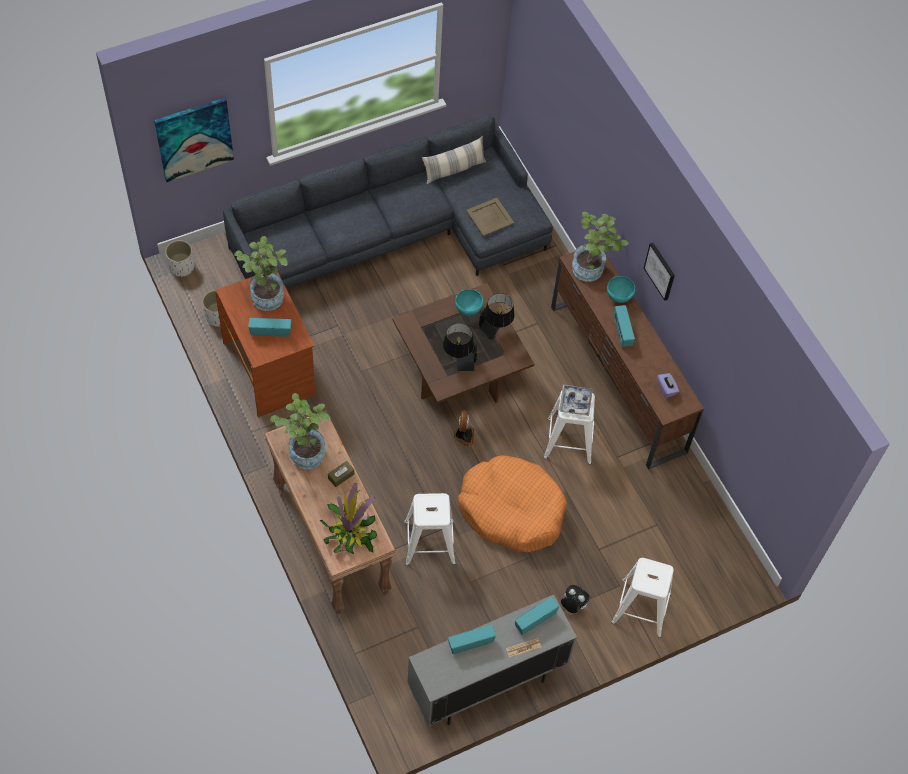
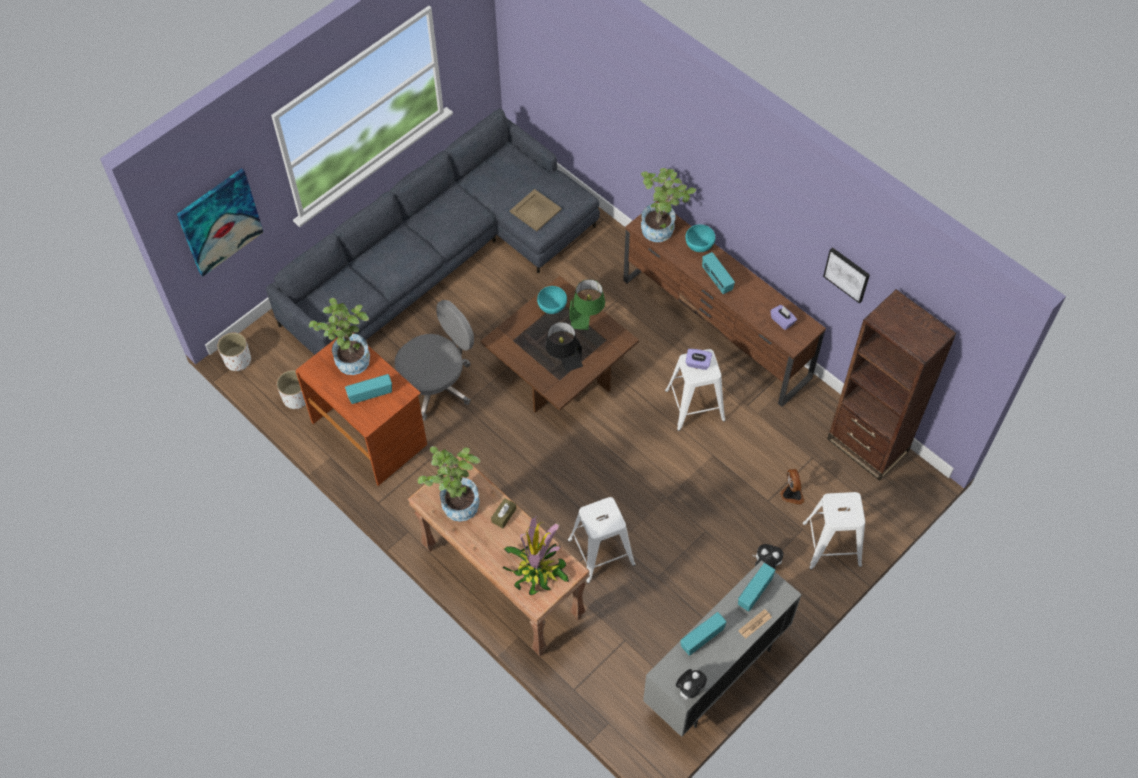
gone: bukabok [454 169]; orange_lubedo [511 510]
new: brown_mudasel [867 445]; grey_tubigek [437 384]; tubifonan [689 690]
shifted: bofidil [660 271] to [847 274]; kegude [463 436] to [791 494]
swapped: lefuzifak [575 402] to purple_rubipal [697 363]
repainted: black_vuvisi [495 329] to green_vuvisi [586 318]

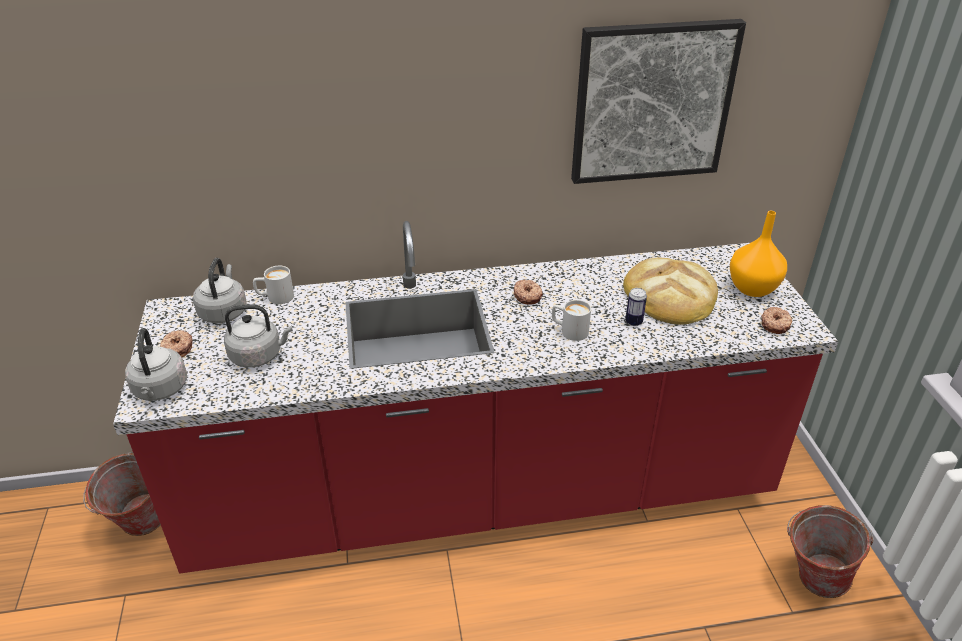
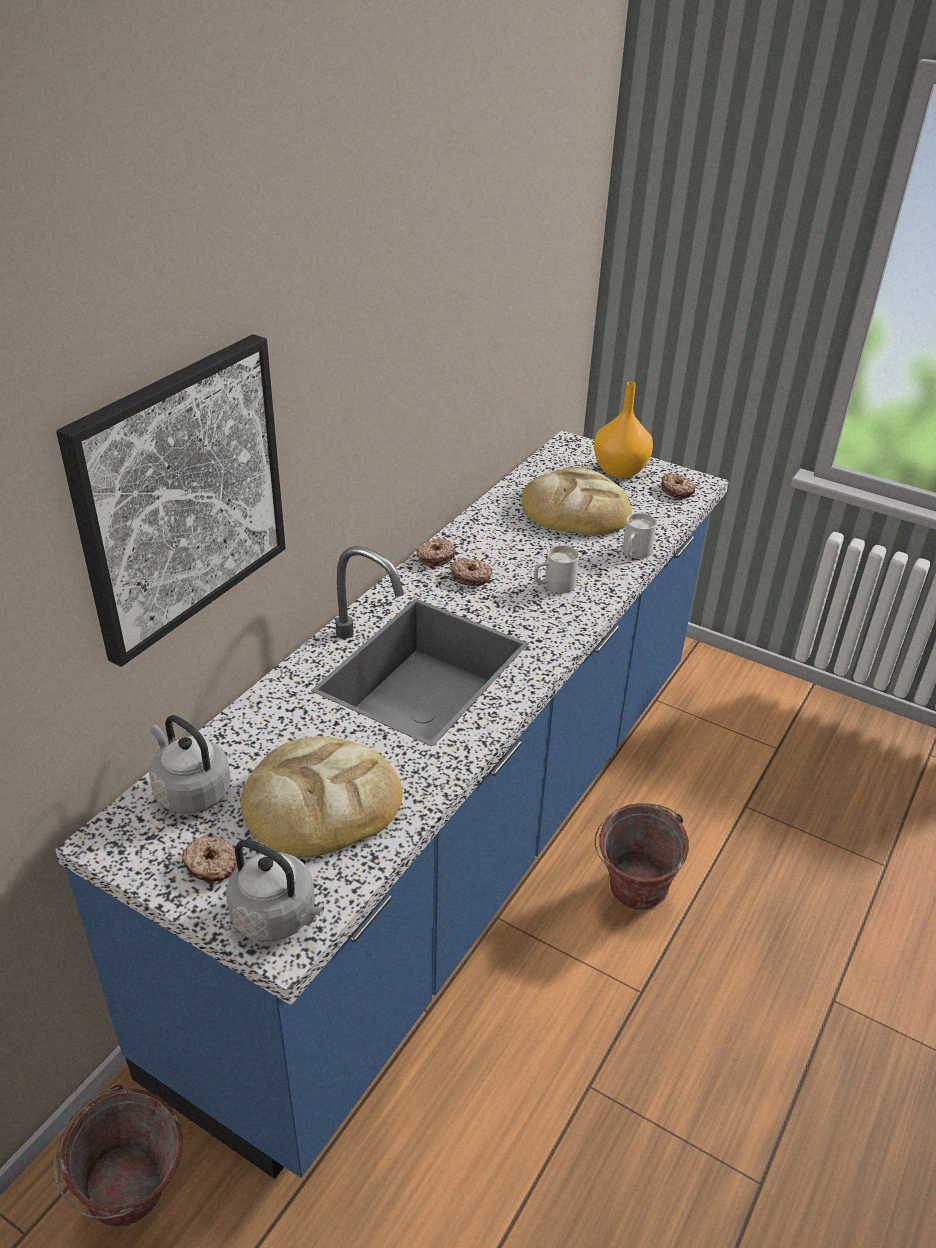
gone: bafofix [633 322]
new: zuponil [435 557]
shifted: bofidil [652 102] to [180 495]; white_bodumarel [275 297] to [634 554]; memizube [810 579] to [630 897]
swapped: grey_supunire [259 356] to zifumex [320 802]
repainted: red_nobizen [481 495] to blue_nobizen [459 846]

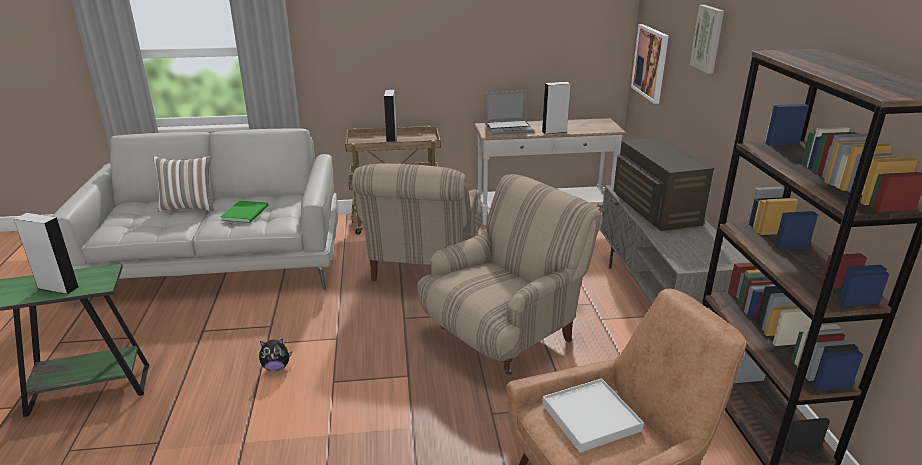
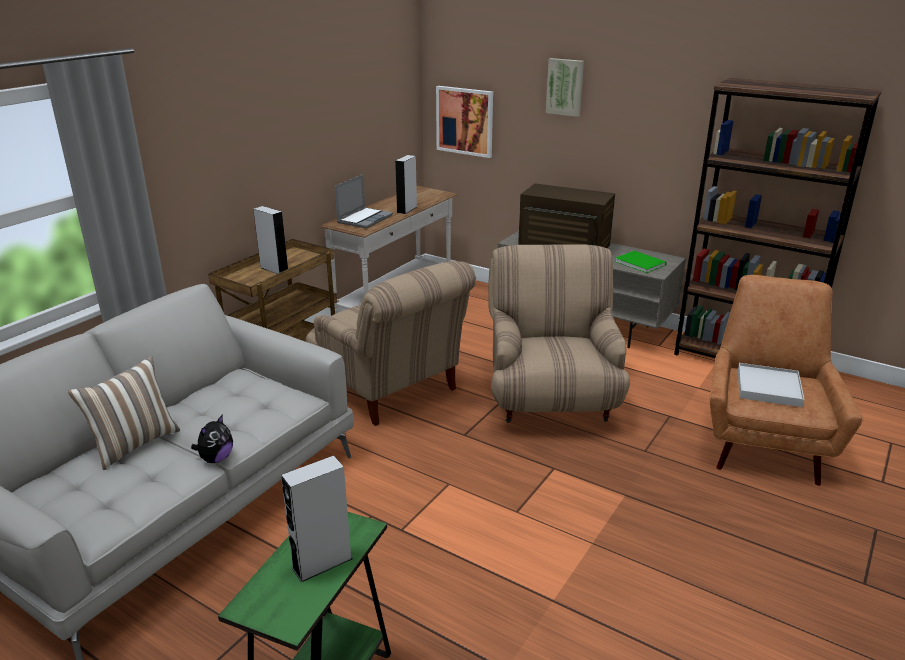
shifted: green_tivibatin [247 212] to [639 262]; tubifonan [276 367] to [216 459]

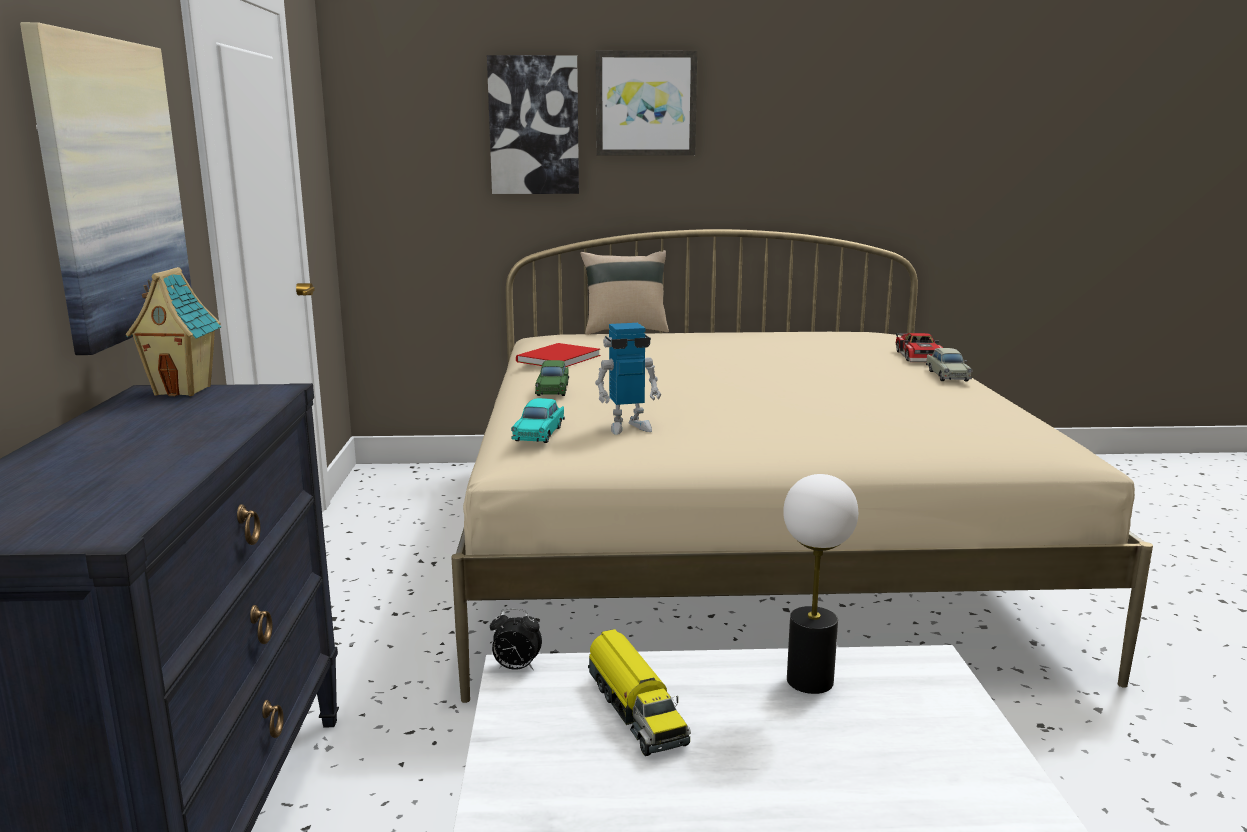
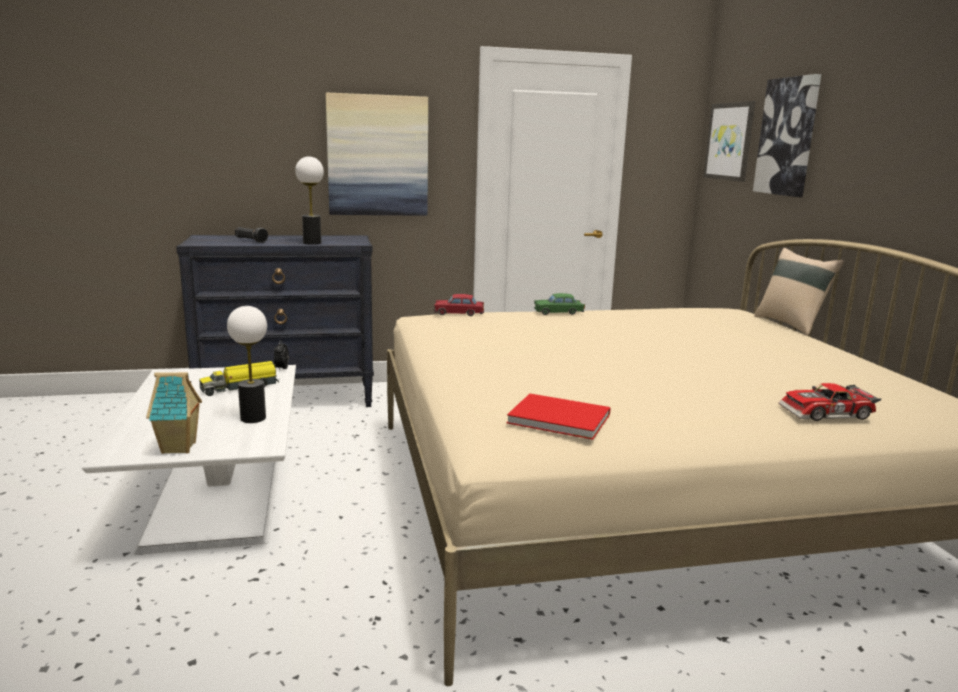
gone: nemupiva [628 427]; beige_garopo [947 375]
new: vuvisi [312 243]; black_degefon [251 241]
shifted: bofidil [645 103] to [730 141]; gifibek [184 390] to [179 448]; red_tivibatin [555 359] to [557 417]
repainted: turquoise_garopo [539 433] to red_garopo [459 313]

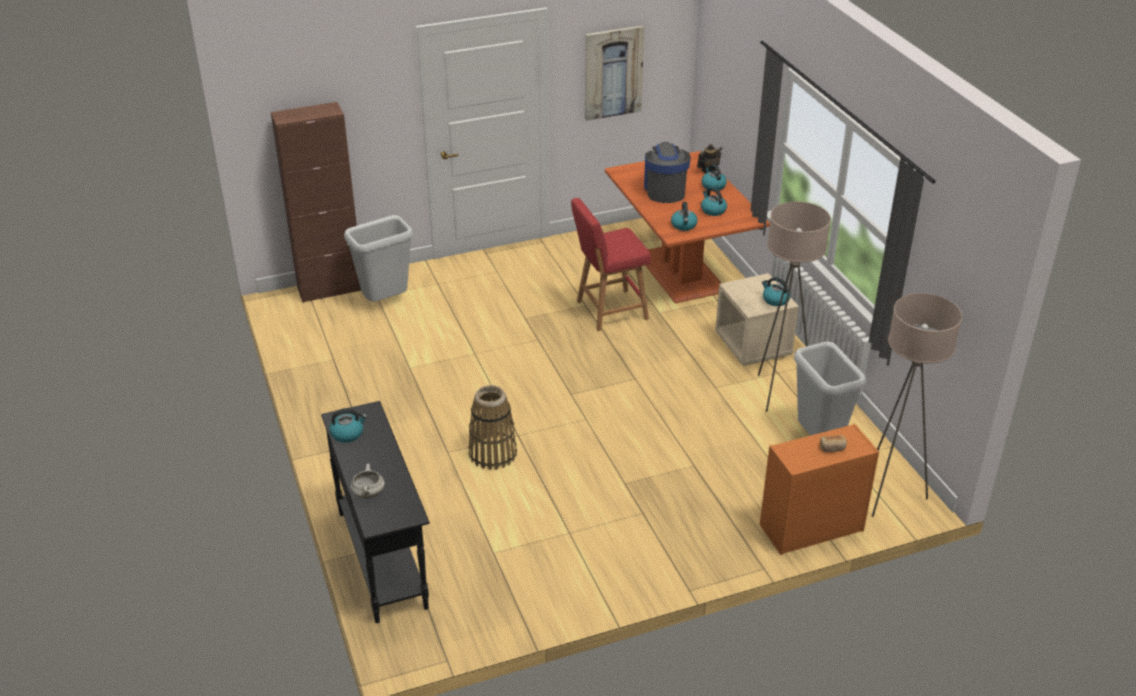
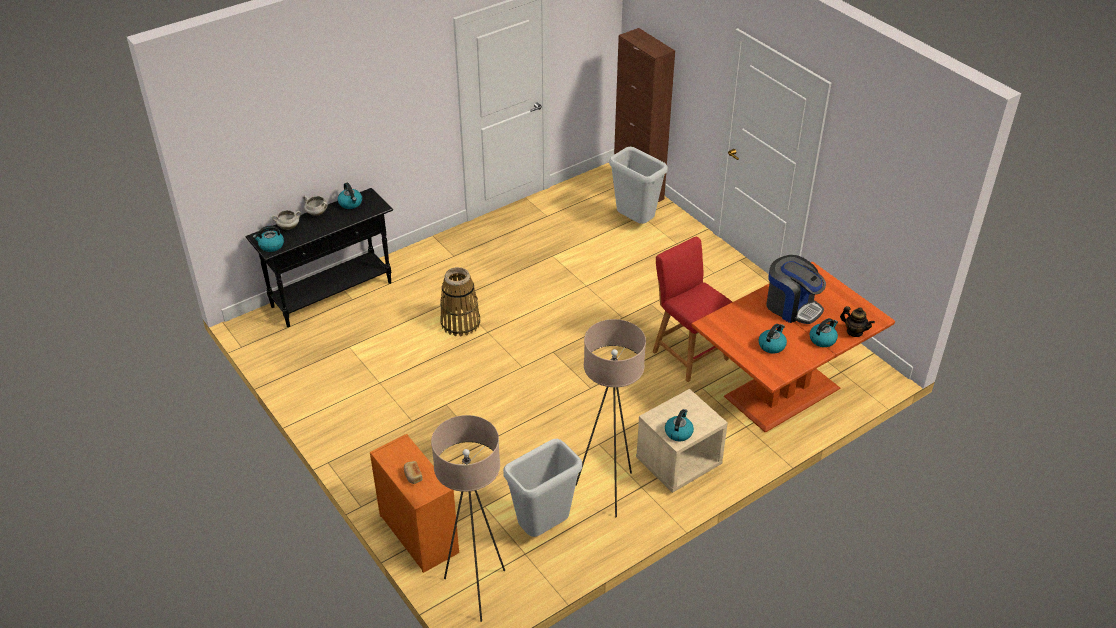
gone: bofidil [613 72]
new: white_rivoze [316 213]
shifted: supunire [684 225] to [271 246]
rotated: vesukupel [665 190] = [792 307] 60 degrees clockwise

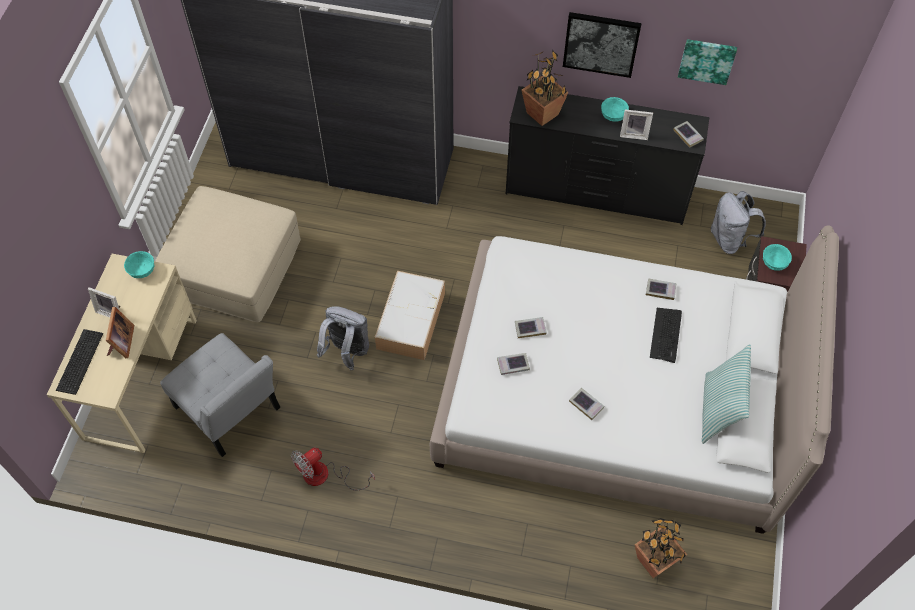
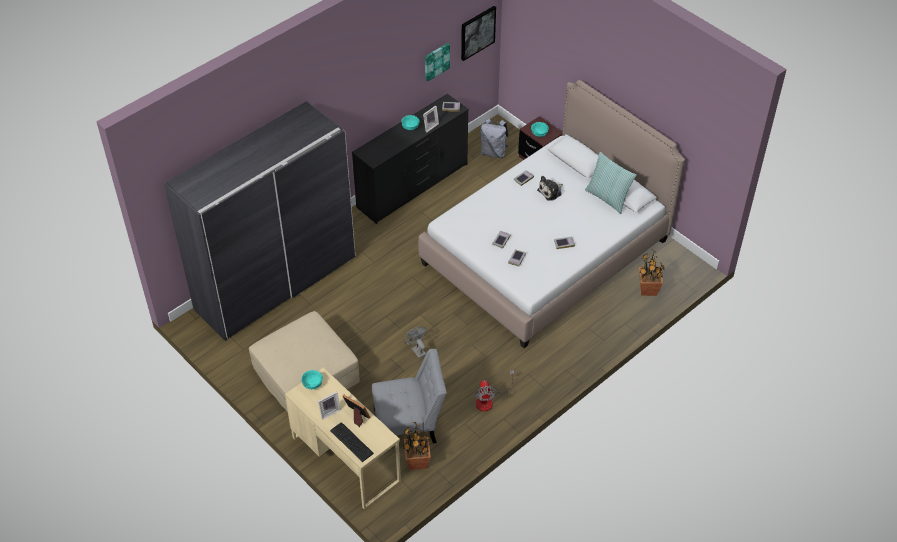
gone: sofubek [411 319]
shifted: bofidil [601 43] to [477 32]; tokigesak [542 114] to [417 462]
swapped: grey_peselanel [347 352] to grey_kegude [417 350]; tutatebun [666 335] to tubifonan [550 192]

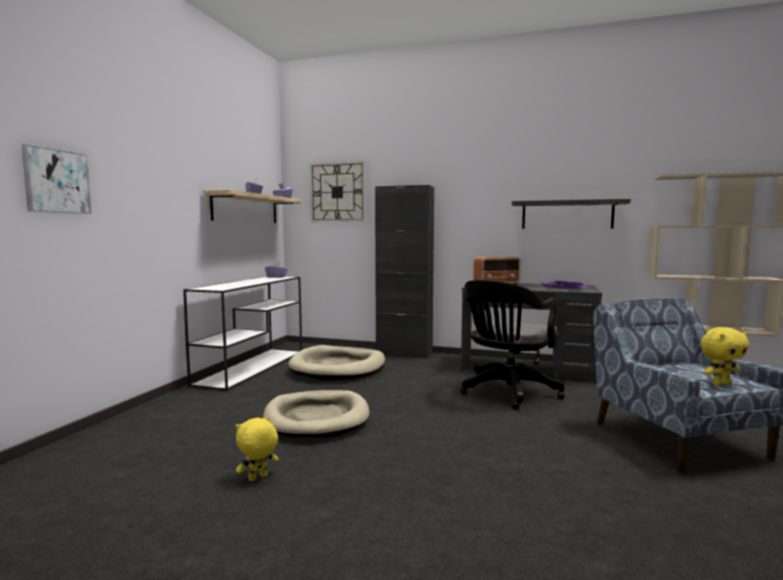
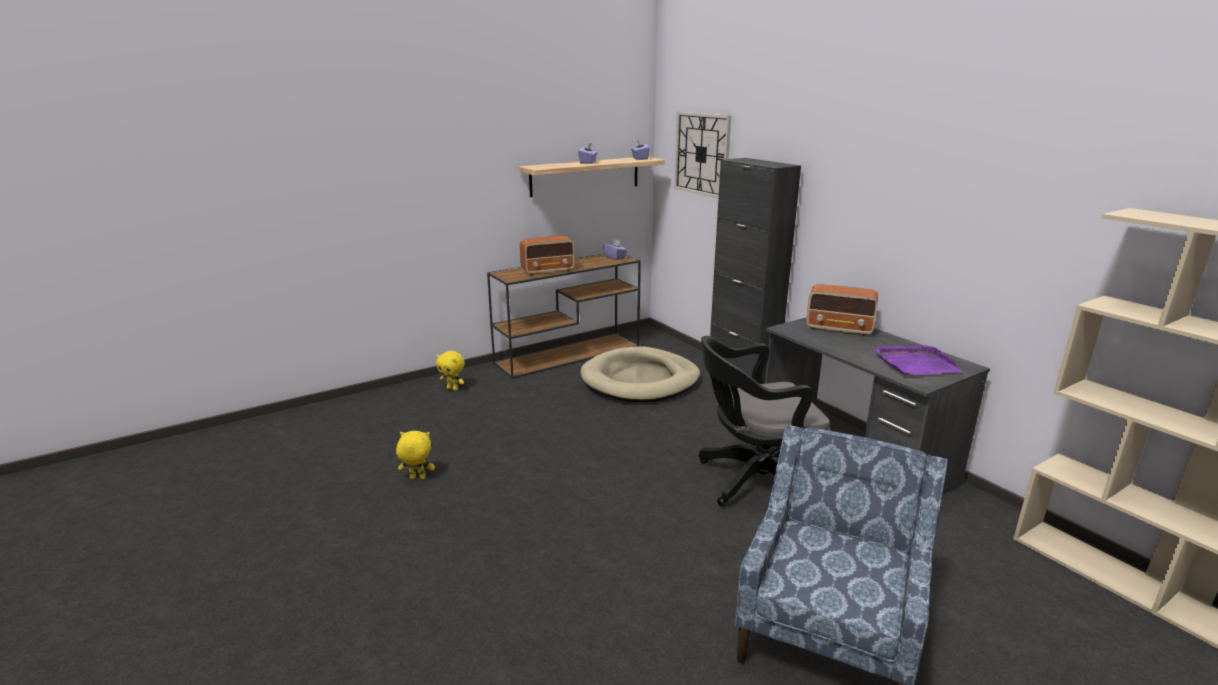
gone: bofidil [56 181]; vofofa [567 215]; beige_lubedo [317 418]
new: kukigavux [548 270]
shifted: yellow_tubifonan [721 384] to [453 389]
repainted: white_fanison [252 367] to brown_fanison [569 354]

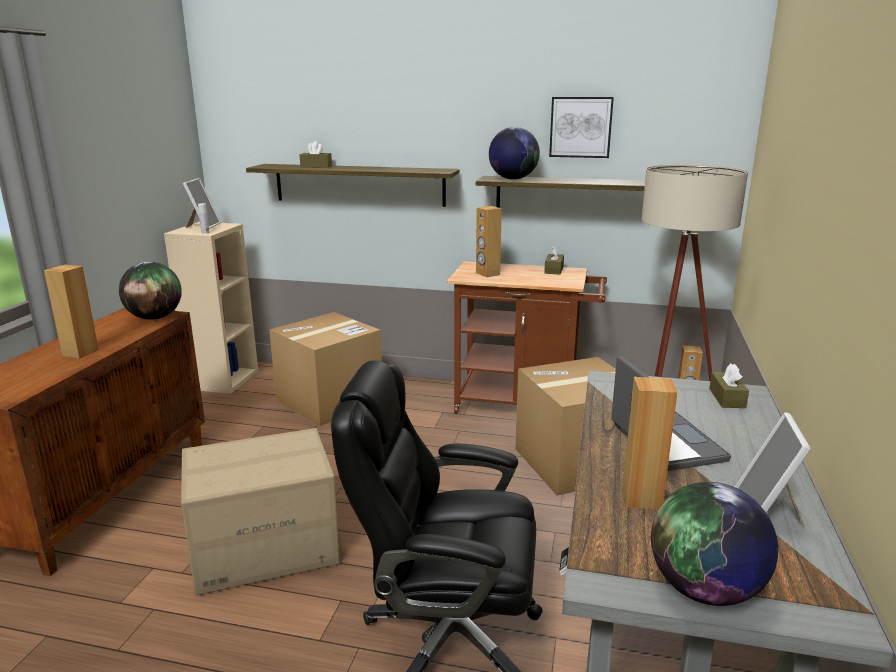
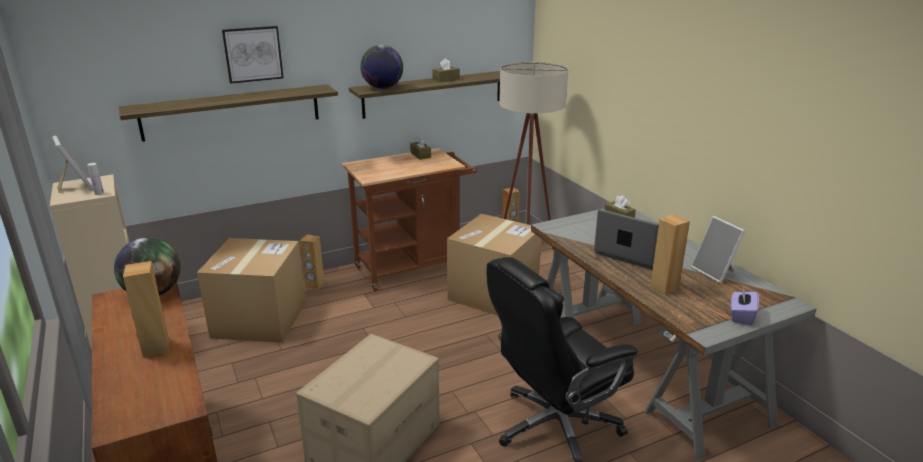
shifted: bofidil [580 127] to [253 54]; brown_rubipal [316 166] to [446 79]; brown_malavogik [487 274] to [314 285]
swapped: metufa [704 590] to purple_rubipal [741 316]

